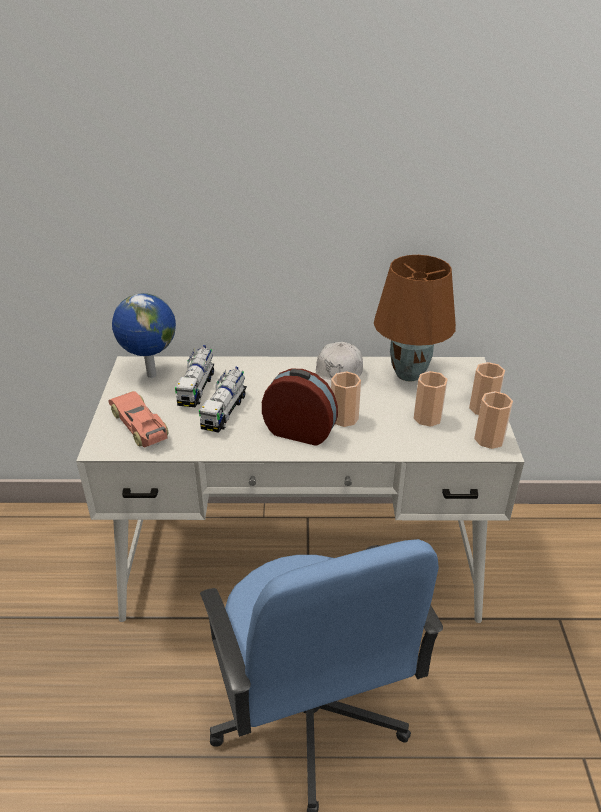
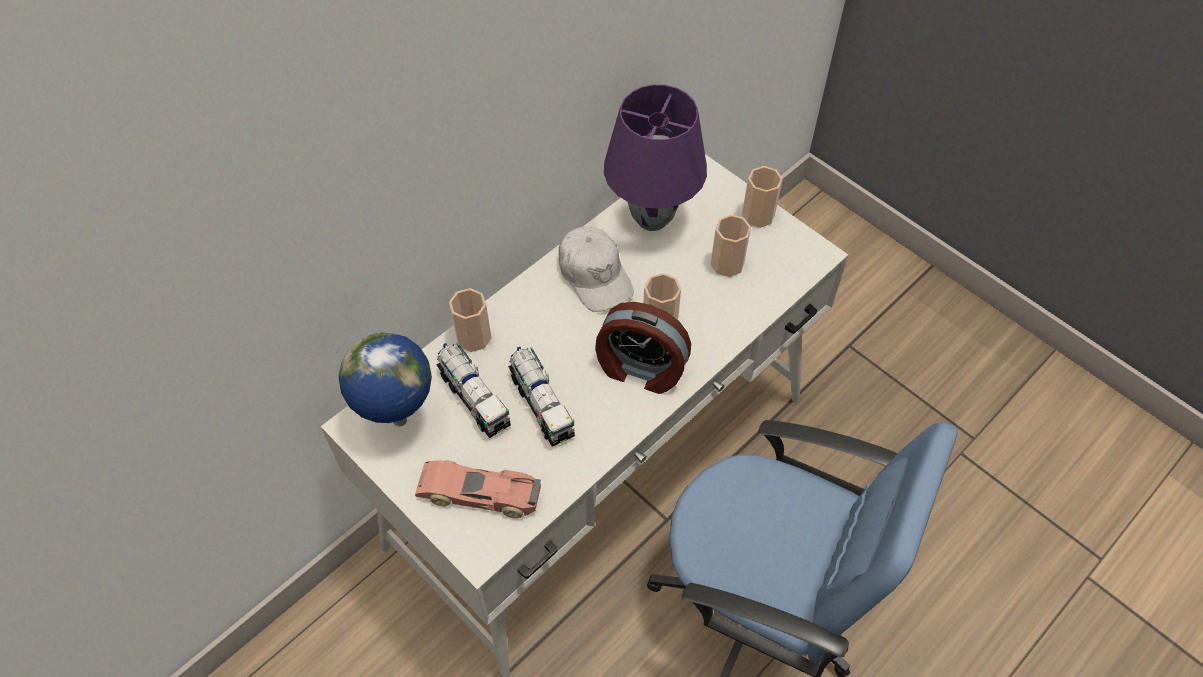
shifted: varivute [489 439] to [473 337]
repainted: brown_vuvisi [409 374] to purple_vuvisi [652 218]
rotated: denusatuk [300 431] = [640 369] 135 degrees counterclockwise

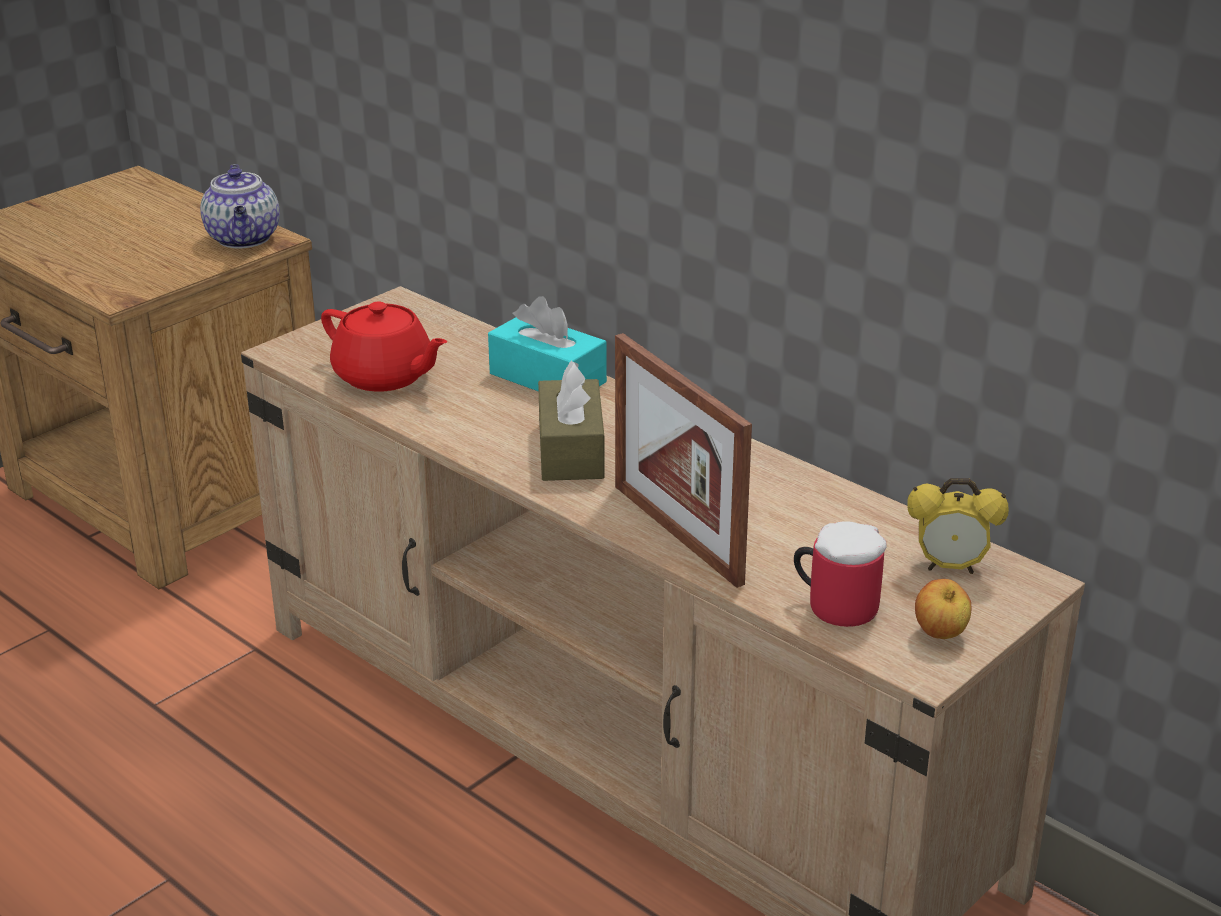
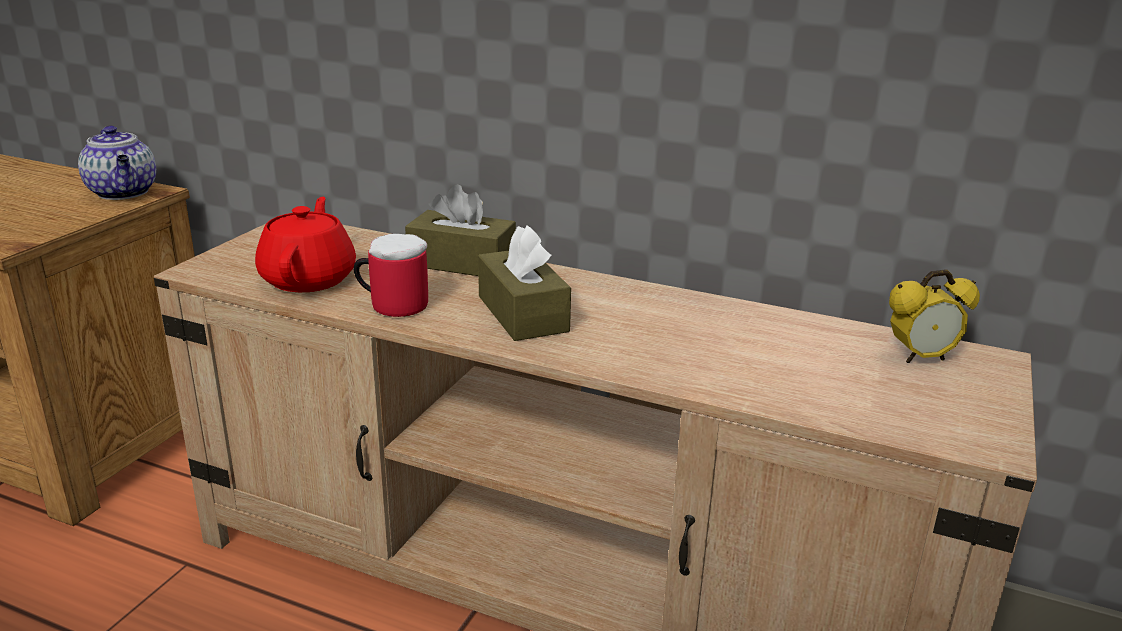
gone: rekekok [677 534]; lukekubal [940 635]
shifted: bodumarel [835 604] to [393 305]
repainted: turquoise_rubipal [547 378] to brown_rubipal [461 263]
rotated: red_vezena [384 377] = [309 278] 105 degrees counterclockwise

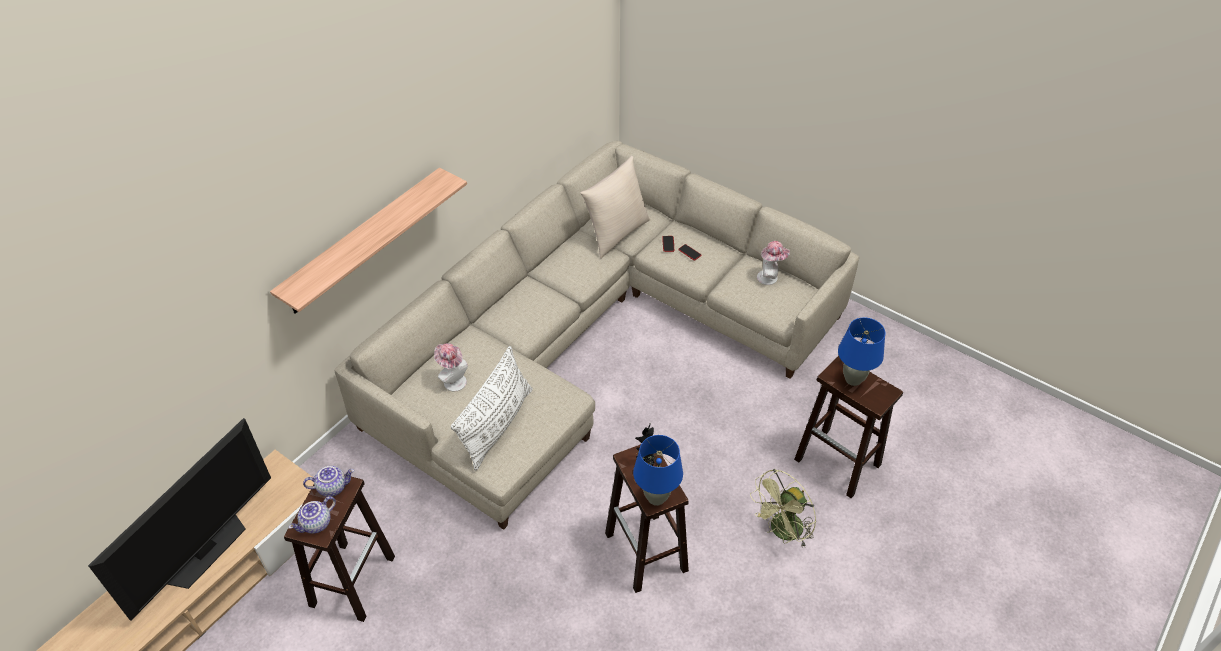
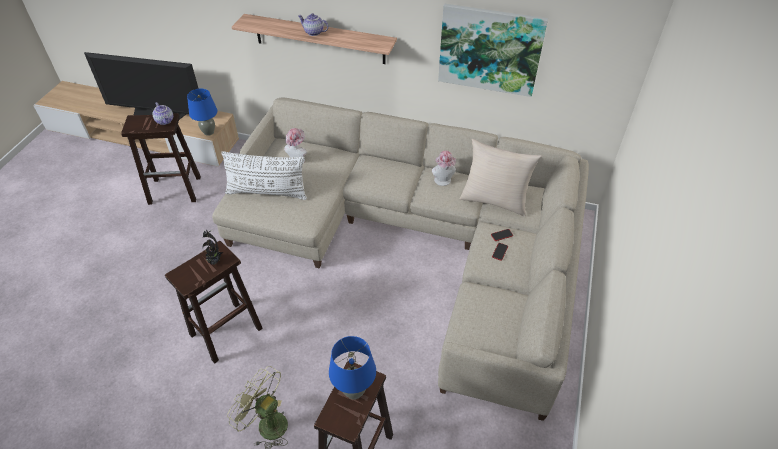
new: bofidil [490 50]
shifted: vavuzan [770 277] to [443 181]; blue_vuvisi [656 498] to [208 132]; vezena [316 524] to [313 32]

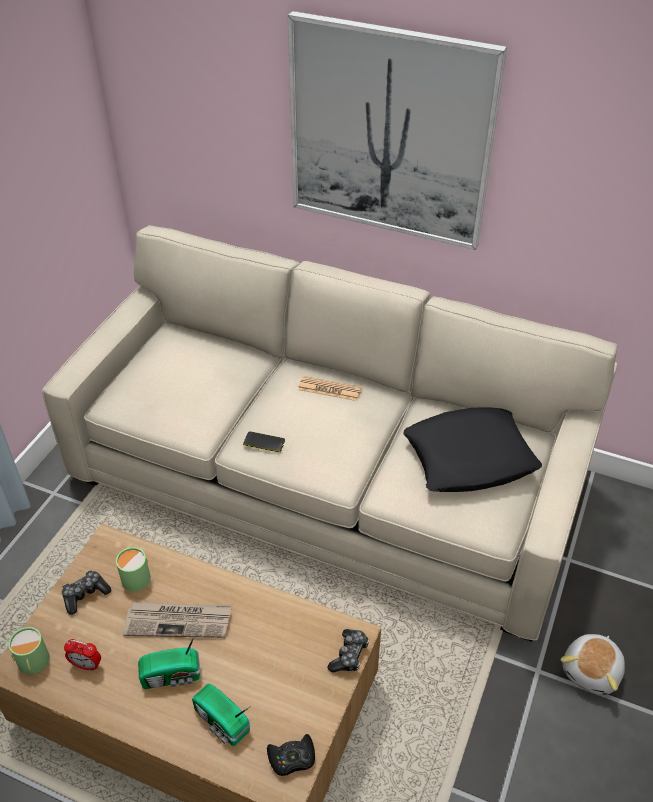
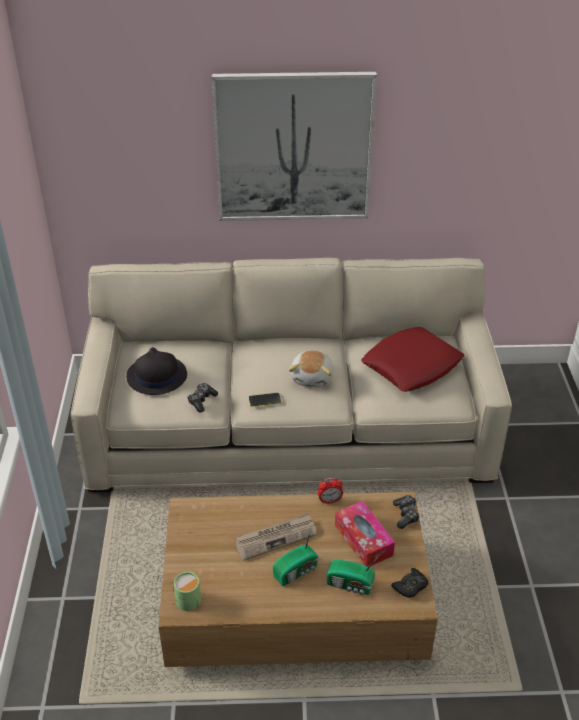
gone: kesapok [329 389]; green_bodumarel [133 577]
new: black_vavuzan [156 376]; rubipal [363 540]
shifted: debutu [85 595] to [202 401]; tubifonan [592 671] to [313 377]; denusatuk [86 665] to [329 501]
repainted: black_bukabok [469 458] to red_bukabok [411 366]

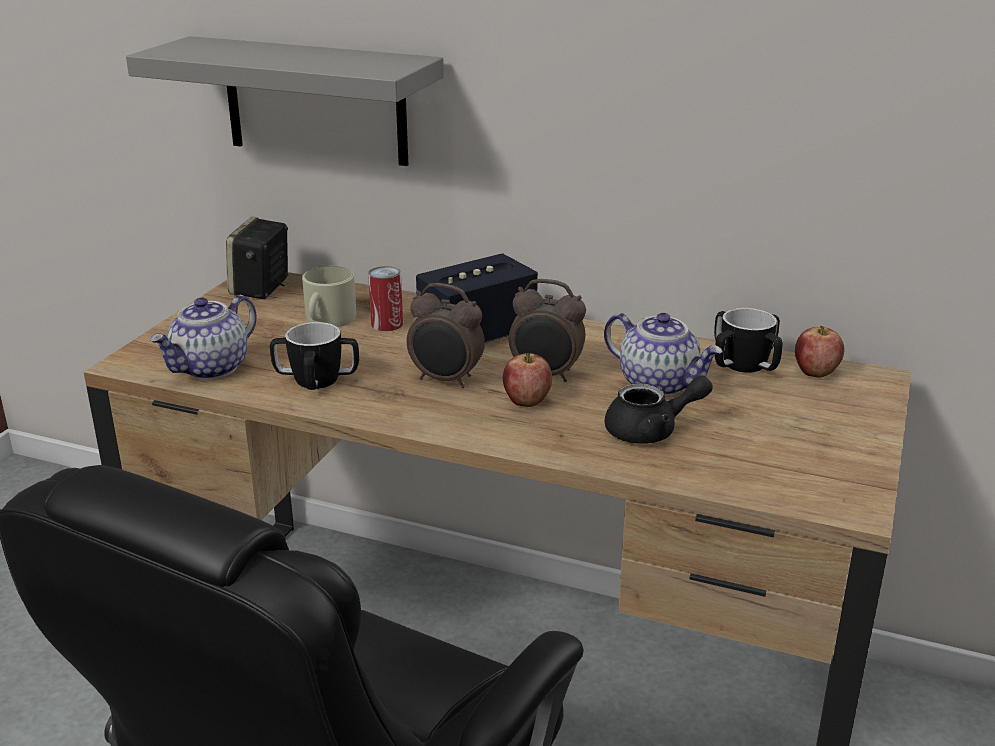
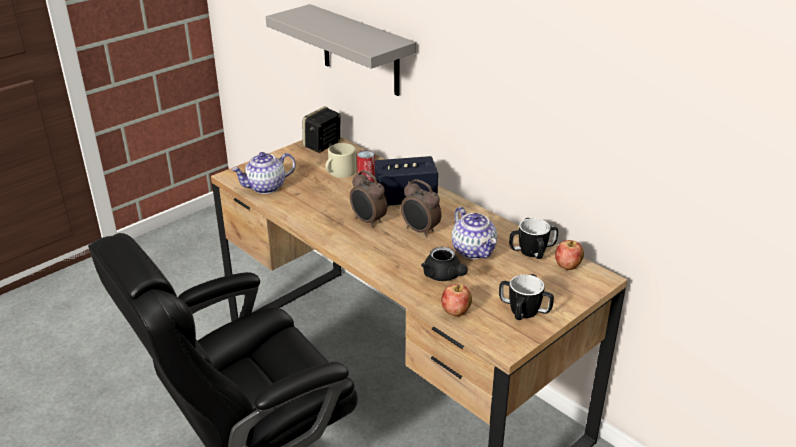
shifted: bodumarel [317 380] to [524 311]; lukekubal [526 402] to [455 312]
rotated: black_vezena [651 431] = [444 276] 45 degrees clockwise

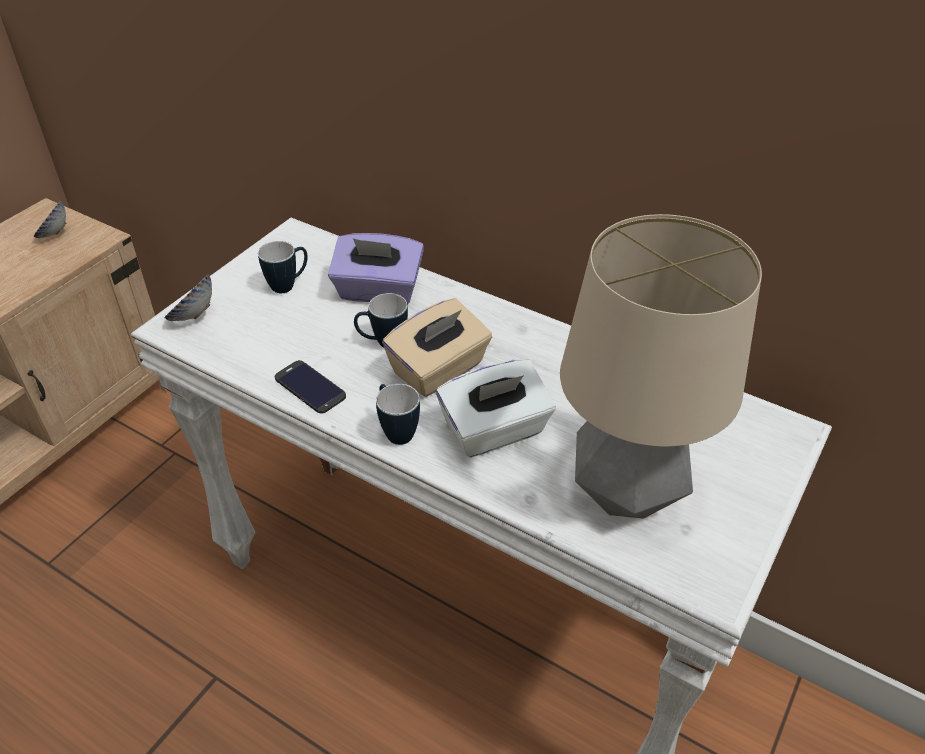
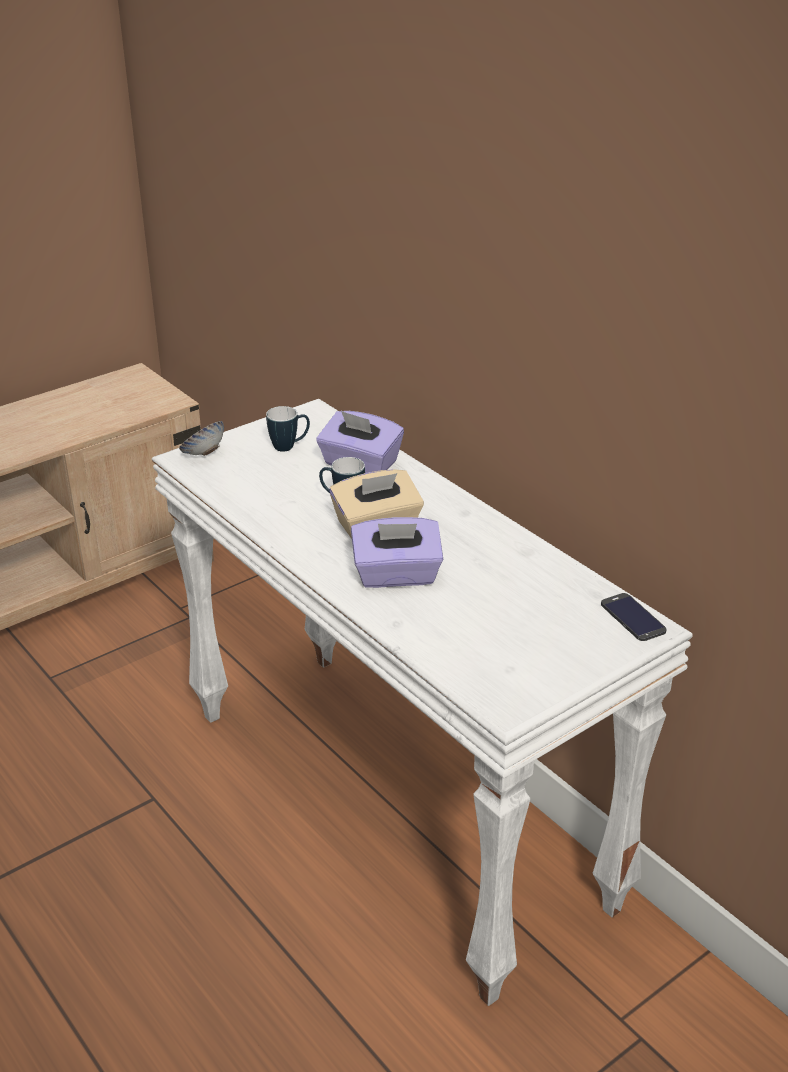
gone: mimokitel [54 234]; vuvisi [627 494]; bodumarel [396 431]
shifted: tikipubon [310 387] to [633 617]
repainted: white_rubipal [495 431] to purple_rubipal [397 575]

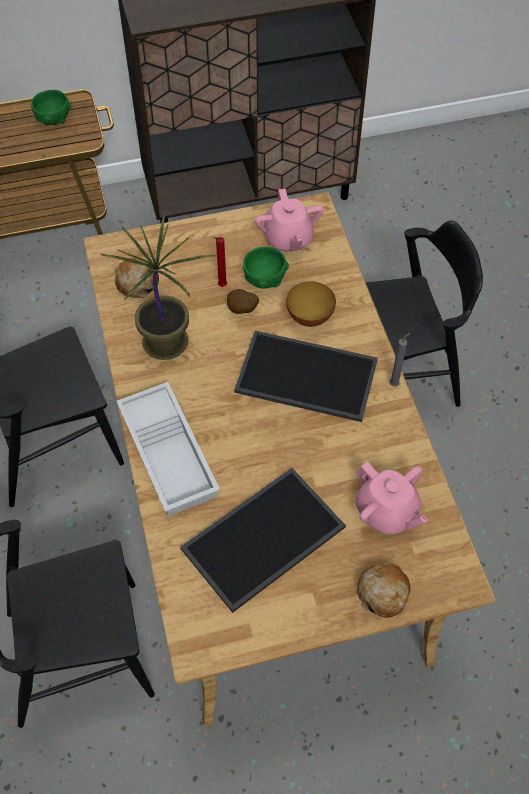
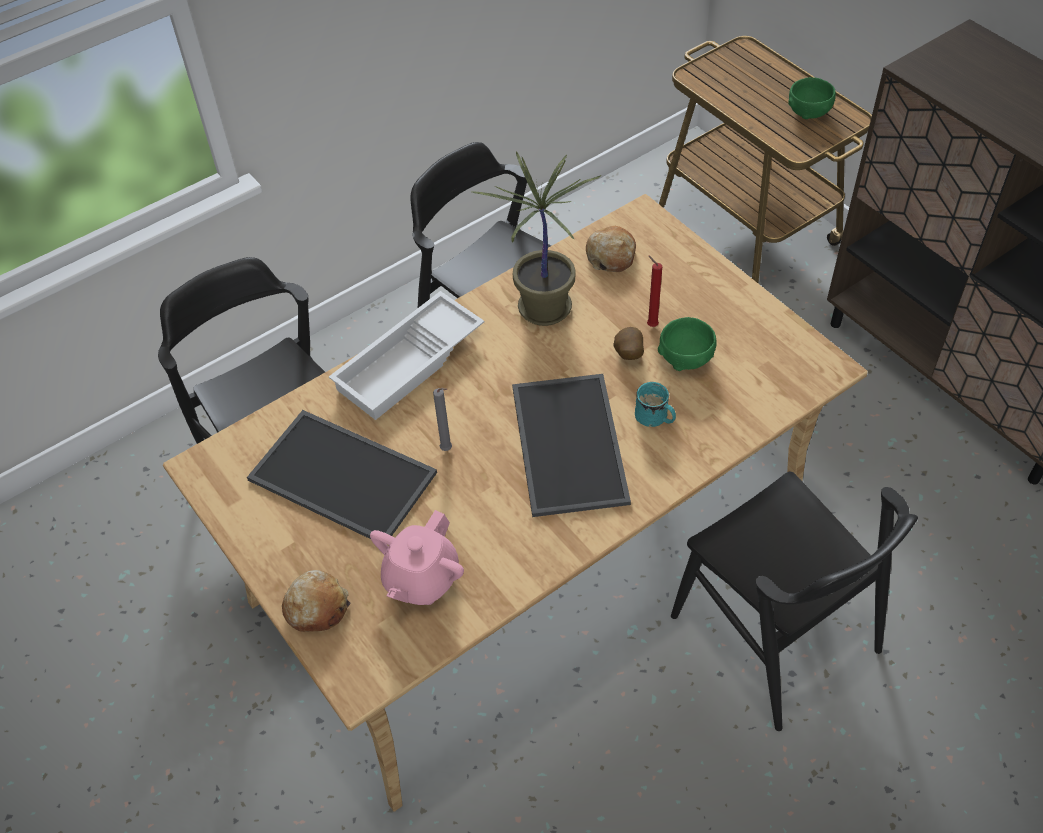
gone: pink_vezena [288 239]
shifted: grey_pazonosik [395 384] to [448 450]
swapped: mimokitel [310 318] to turquoise_bodumarel [655 419]

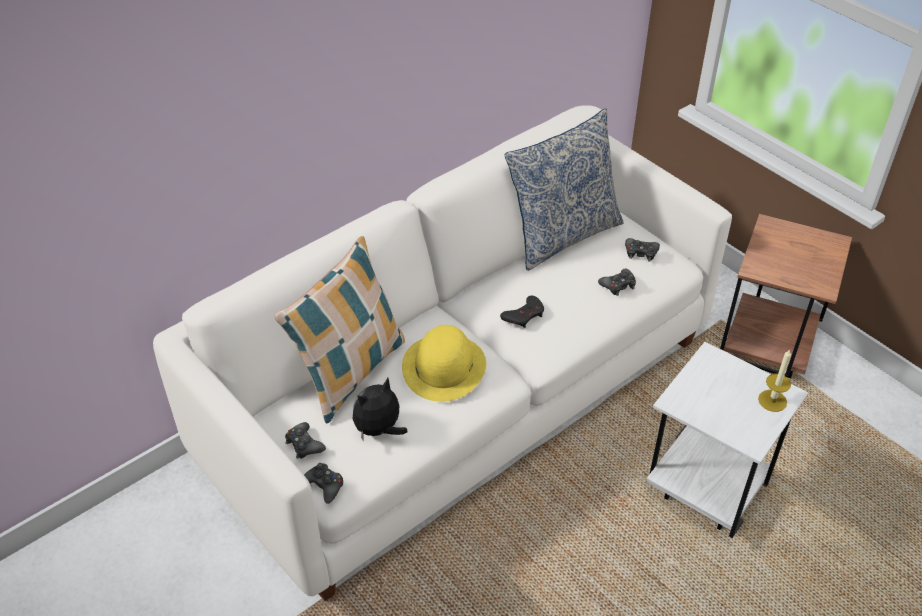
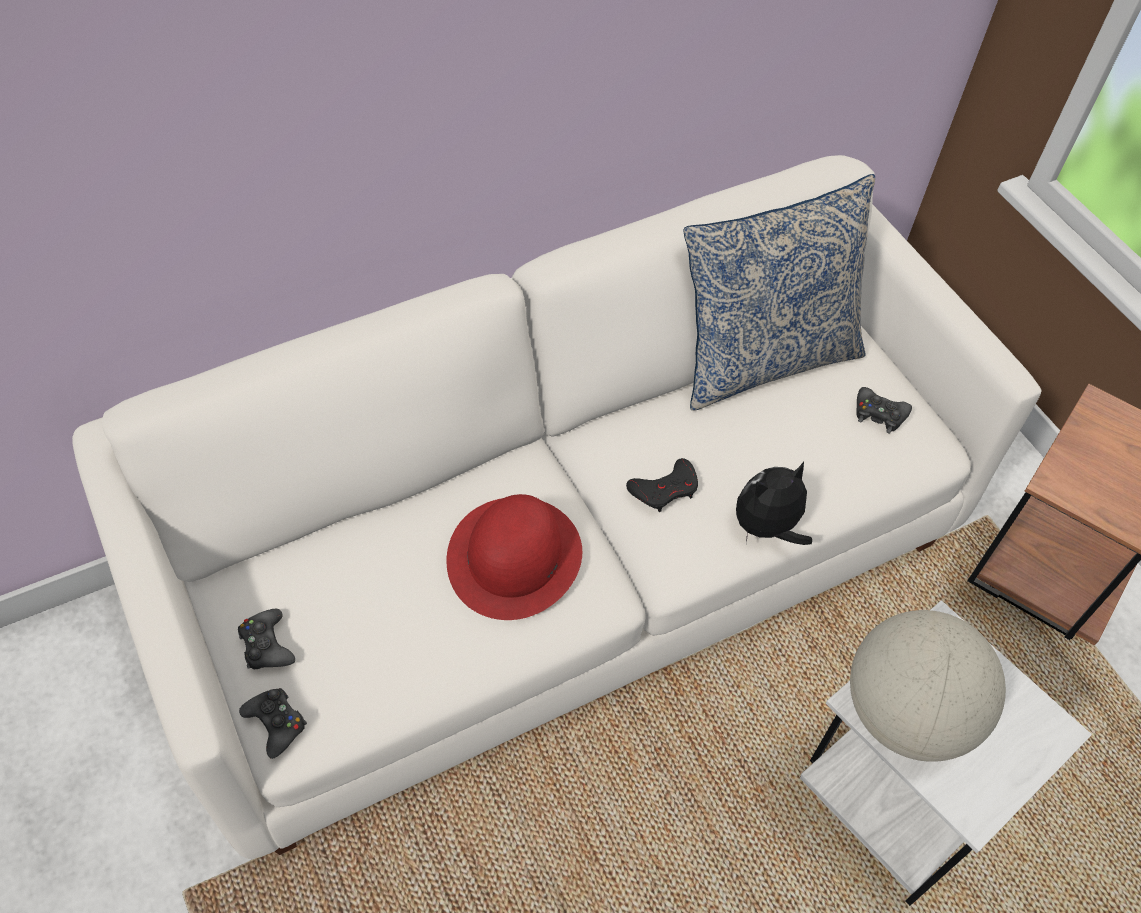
gone: bukabok [350 372]; black_debutu [618 285]; pazonosik [772 400]
new: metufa [905 713]
shifted: tubifonan [379 430] to [767 528]
repainted: yellow_vavuzan [444 366] to red_vavuzan [514 556]

